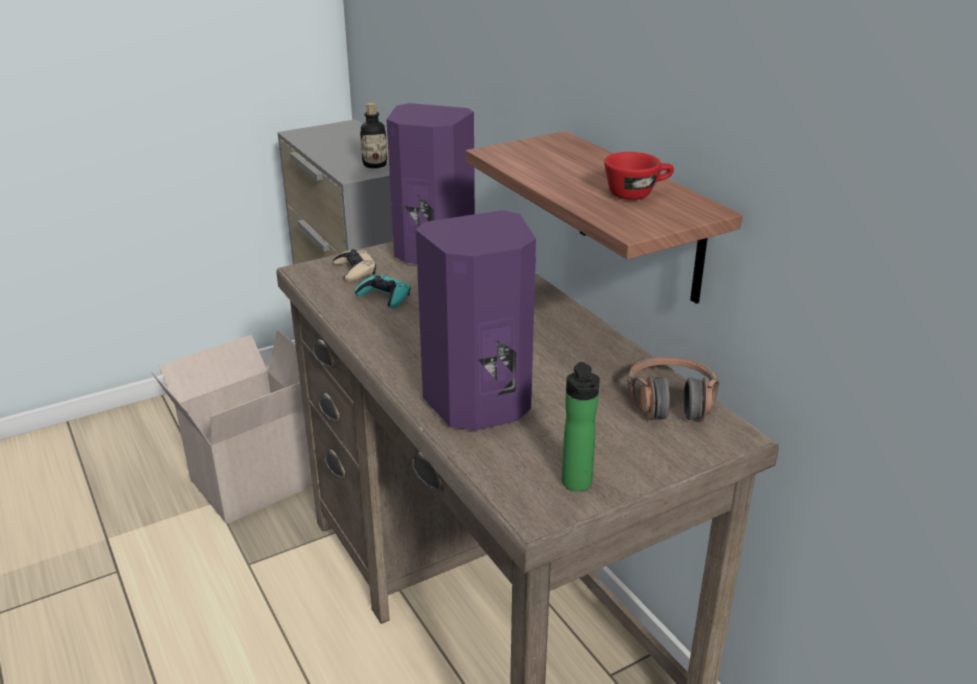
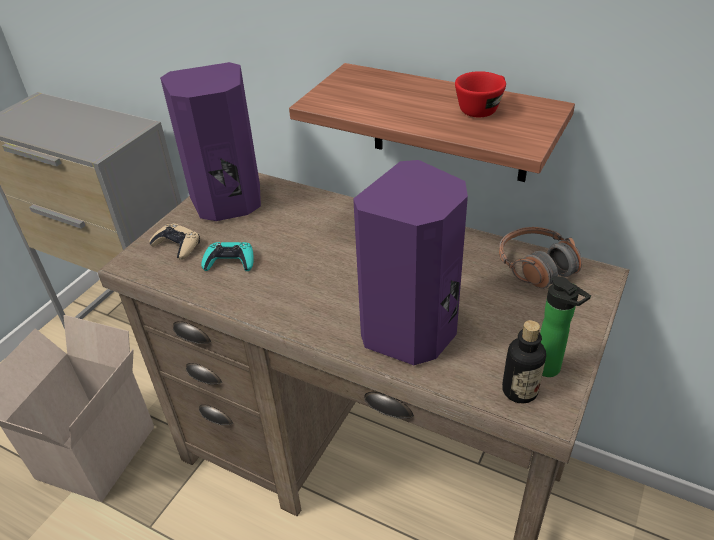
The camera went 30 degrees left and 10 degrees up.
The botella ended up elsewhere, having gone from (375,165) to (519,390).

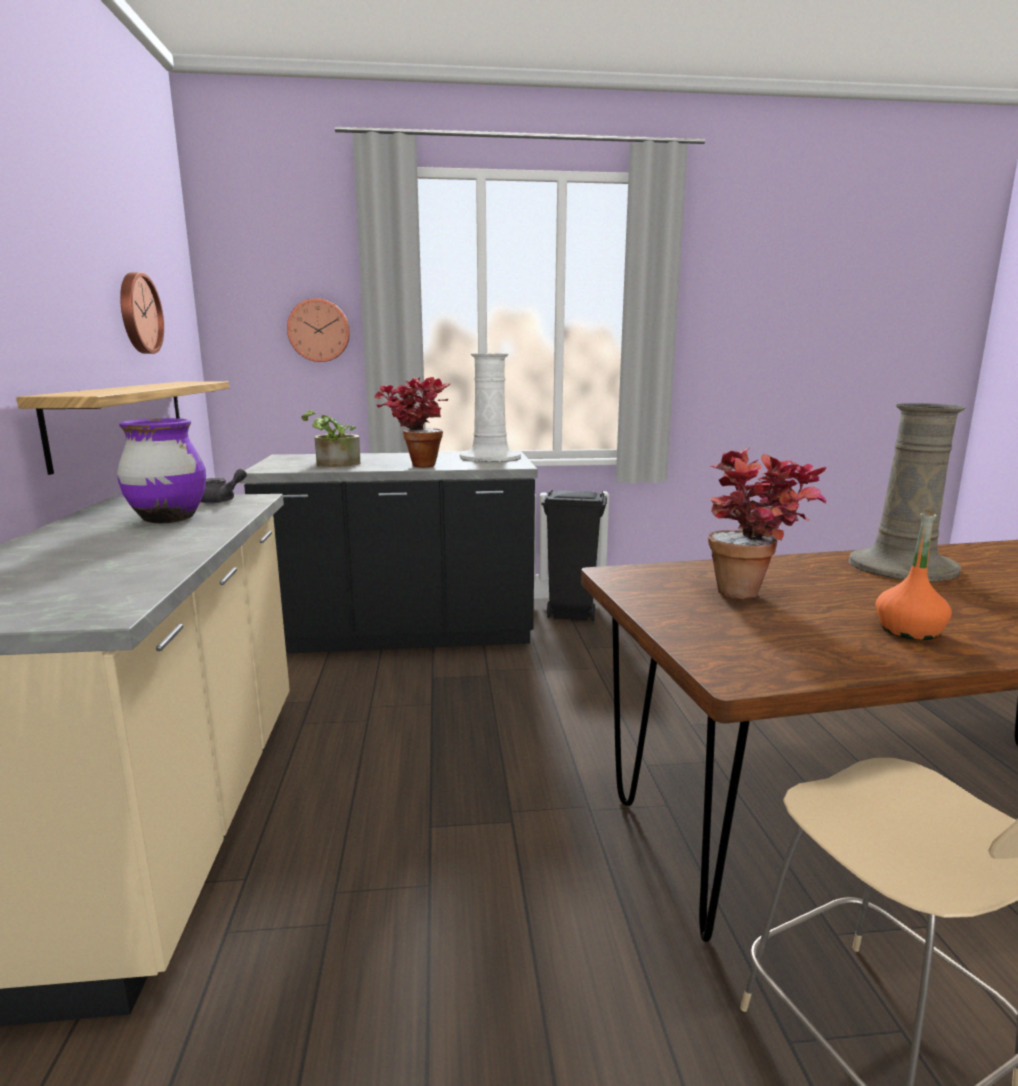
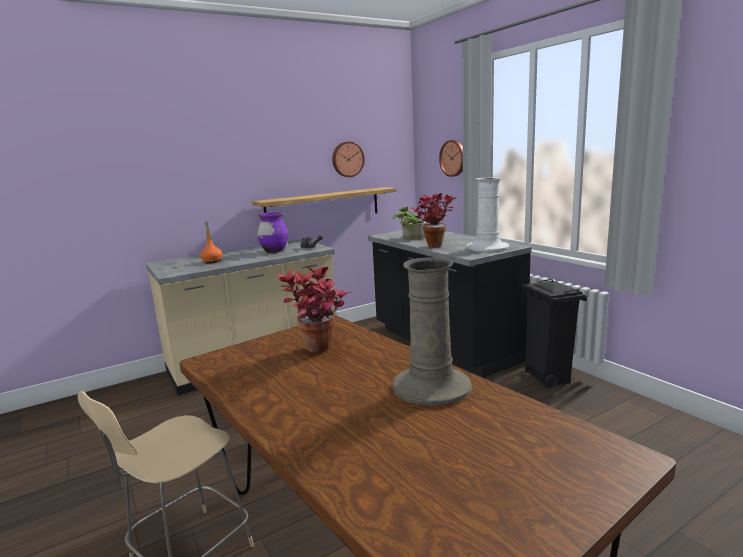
The camera went 65 degrees right and 0 degrees up.
The botella (naranja) ended up elsewhere, having gone from (908,631) to (212,261).

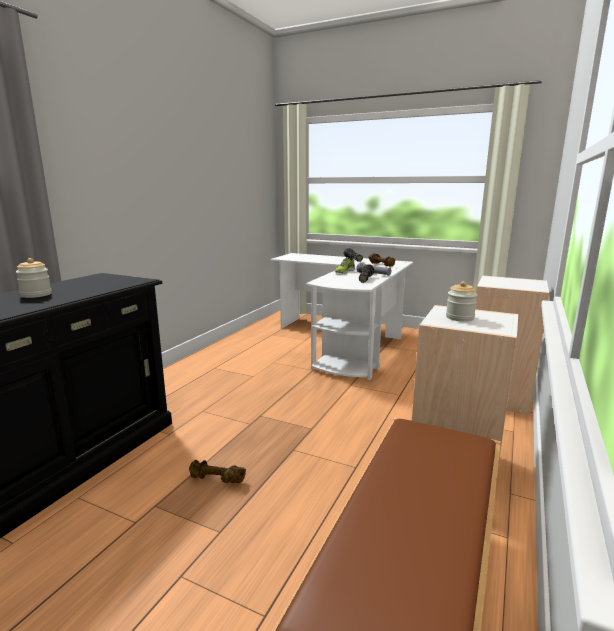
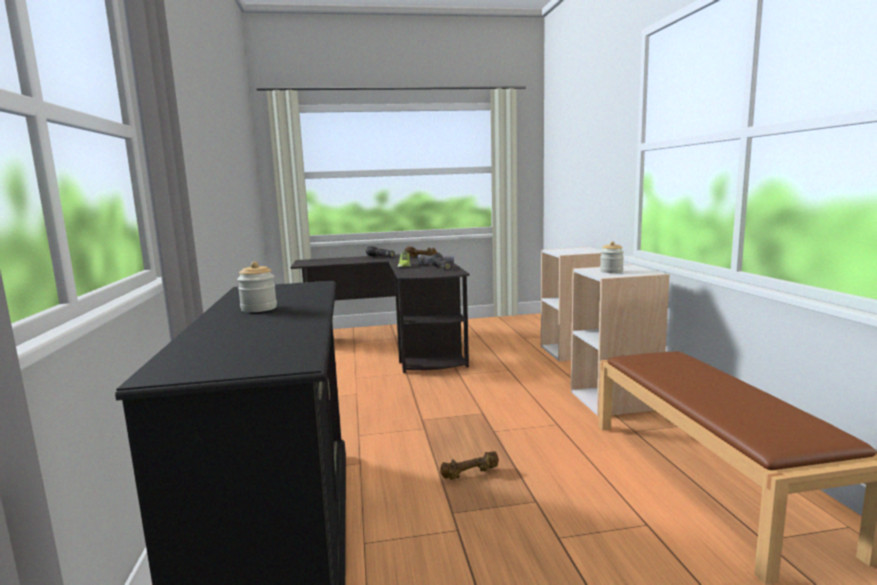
The camera went 35 degrees left and 5 degrees down.
What was the escritorio (blanco) at (345,341) turned into the escritorio (negro) at (396,344).

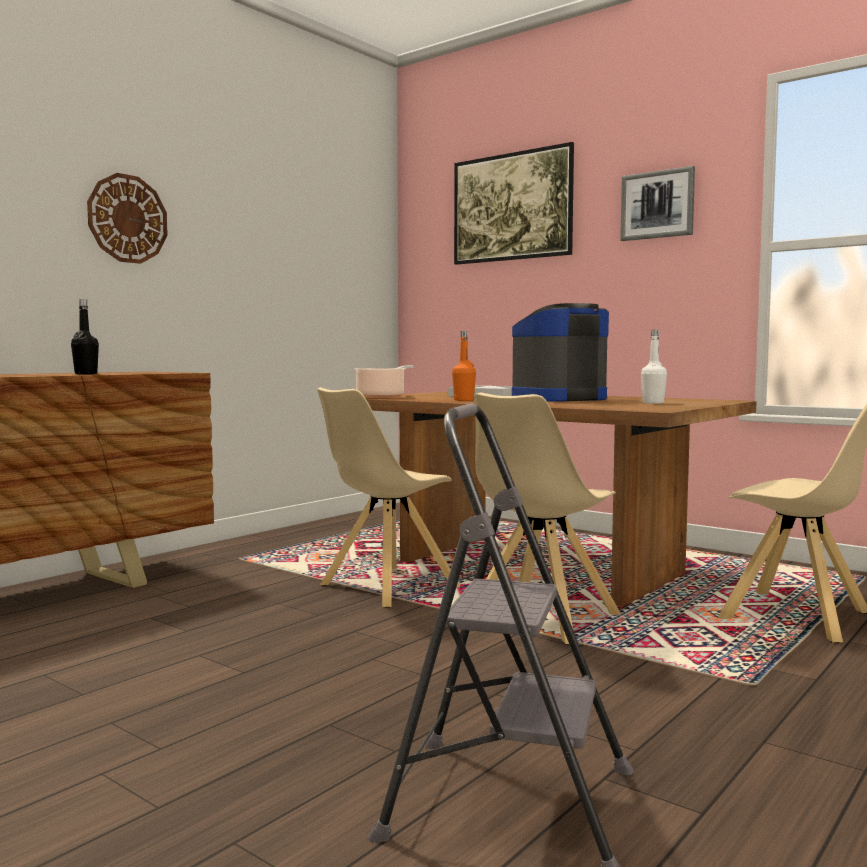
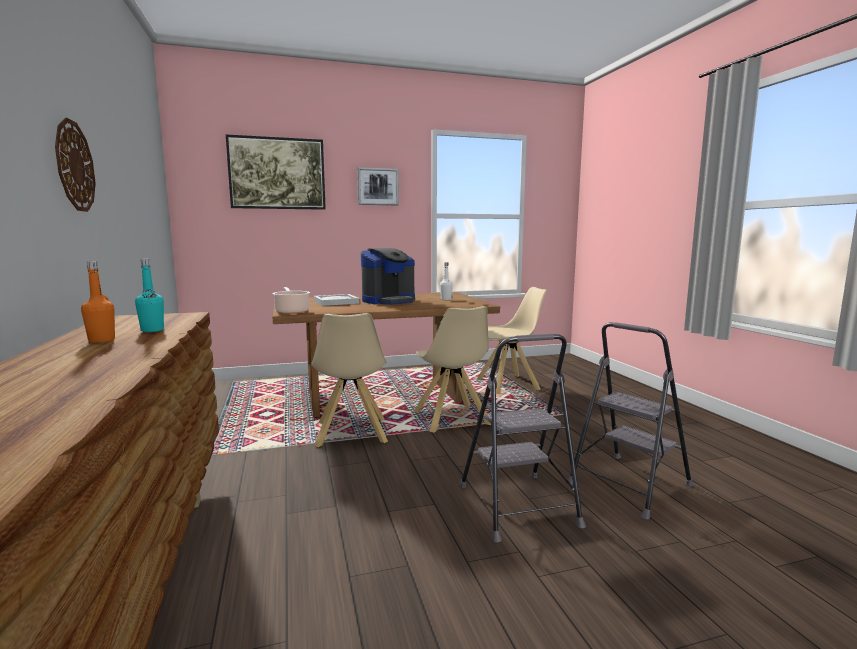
The camera went 55 degrees left and 5 degrees up.
The botella (naranja) ended up elsewhere, having gone from (463,400) to (101,340).
What was the botella (negro) at (86,374) turned into the botella (turquesa) at (152,330).
The cafetera at (557,399) ended up facing another way, 135 degrees counterclockwise from before.
The second view gained the escalera de tijera (gris) at (518,506).

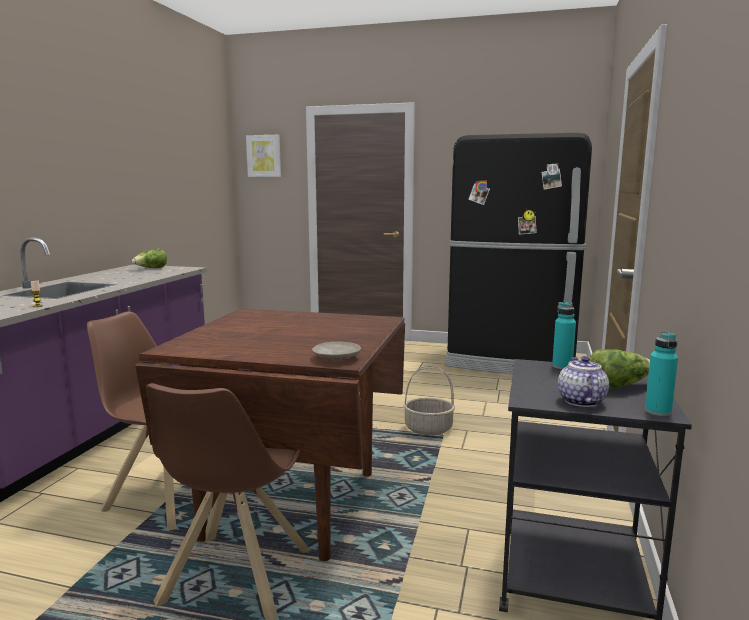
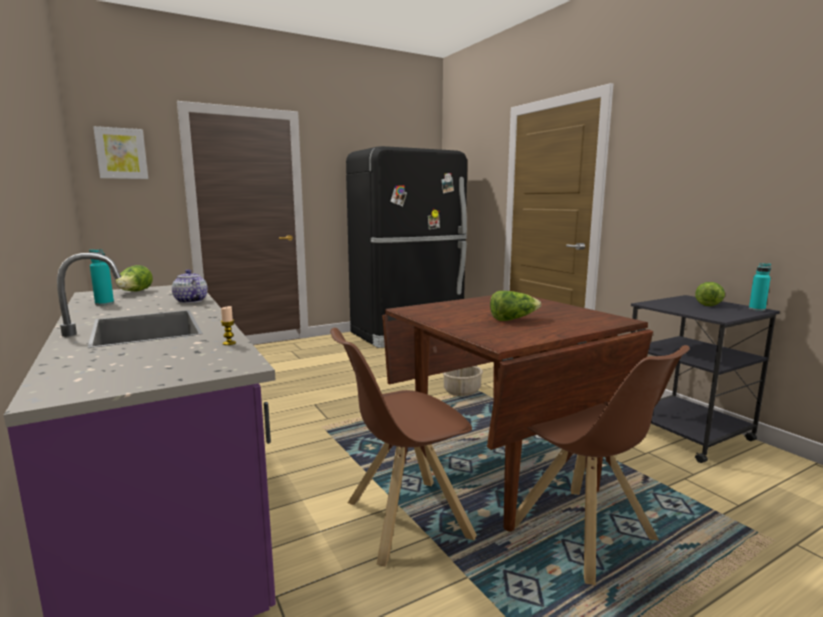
The camera went 45 degrees left and 0 degrees up.
The botella (turquesa) ended up elsewhere, having gone from (562,366) to (104,304).
The tetera ended up elsewhere, having gone from (580,401) to (190,301).
The second view gained the lechuga at (513,319).
The second view lost the plato (beis) at (336,358).

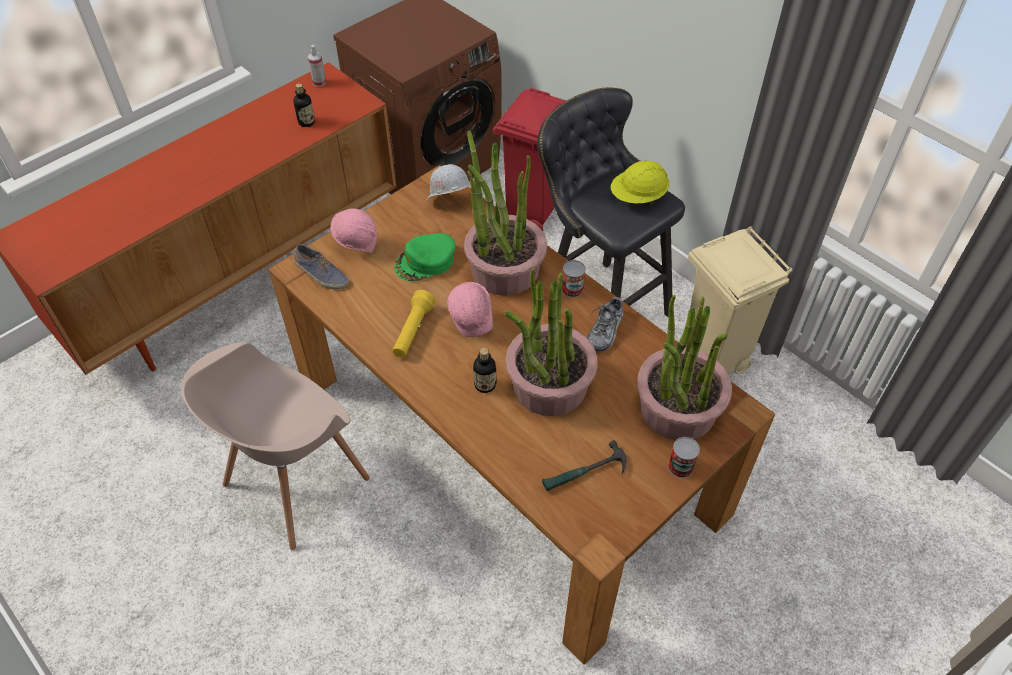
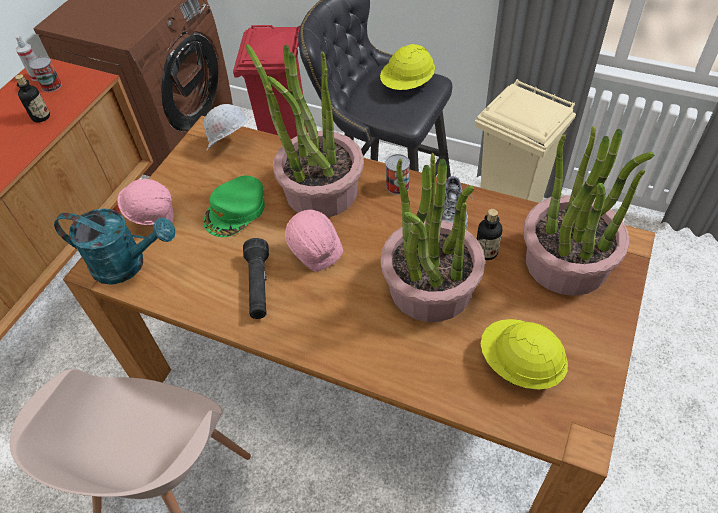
The camera went 20 degrees left and 0 degrees up.
The lata ended up elsewhere, having gone from (681,466) to (51,85).
Where the zapato stood at (321,275), the regadera (turquesa) came to stand at (128,264).
What was the linterna (amarillo) at (413,331) turned into the linterna (negro) at (259,286).
The botella ended up elsewhere, having gone from (485,385) to (486,252).
Where the martillo stood at (585,473), the casco (amarillo) came to stand at (519,365).

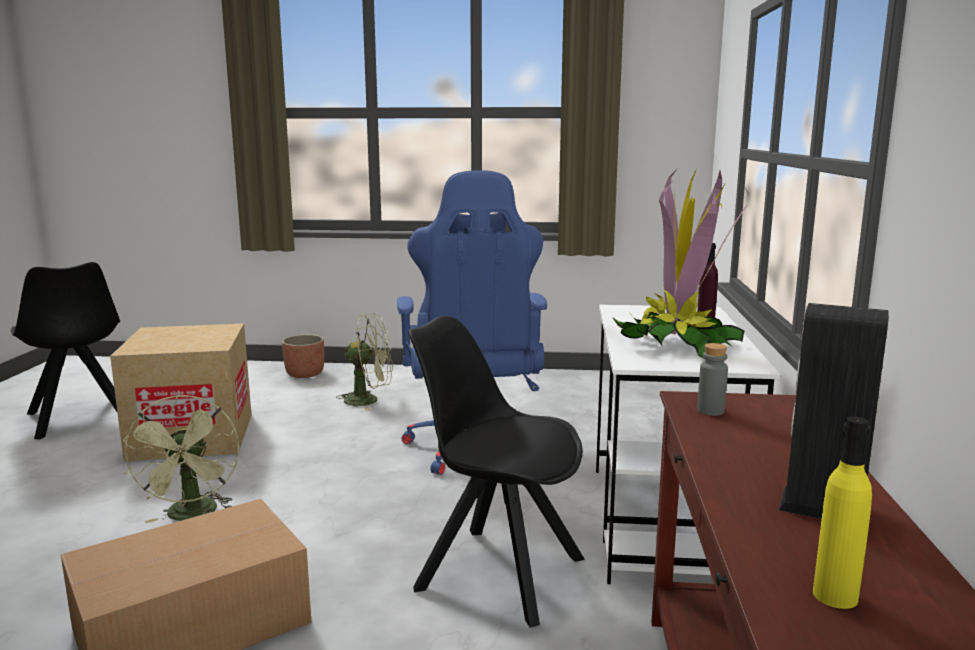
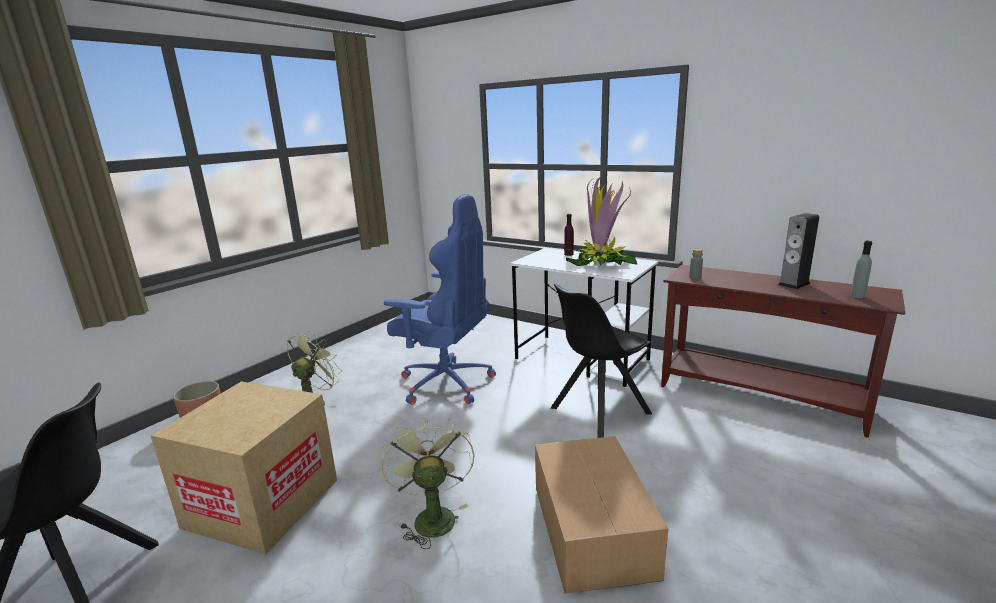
The camera went 60 degrees left and 5 degrees up.
The ventilador (verde) at (192,516) ended up facing another way, 120 degrees counterclockwise from before.
What was the botella (amarillo) at (835,596) turned into the botella (gris) at (857,296).

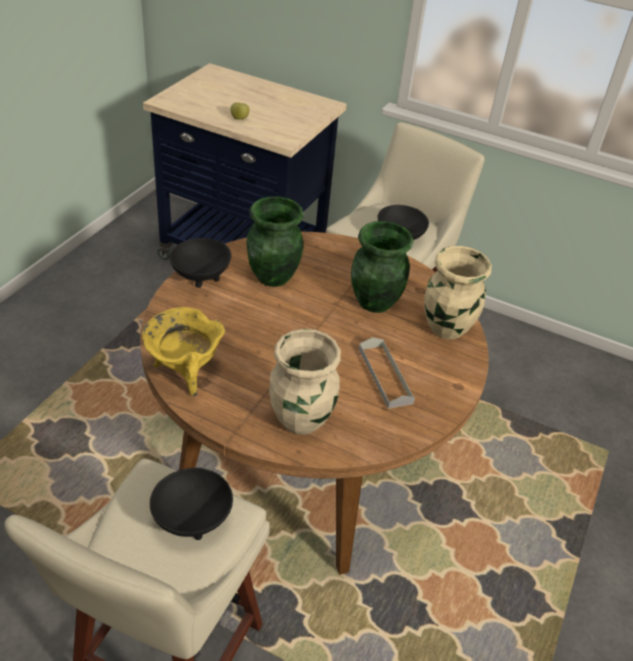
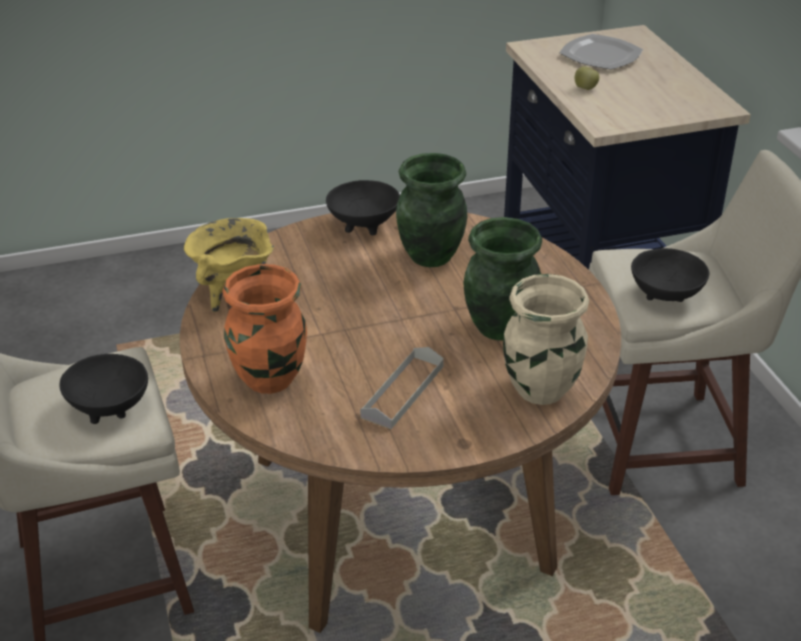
The camera went 50 degrees right and 5 degrees down.
What was the florero (beis) at (302,420) turned into the florero (naranja) at (269,379).
The second view gained the plato at (601,56).

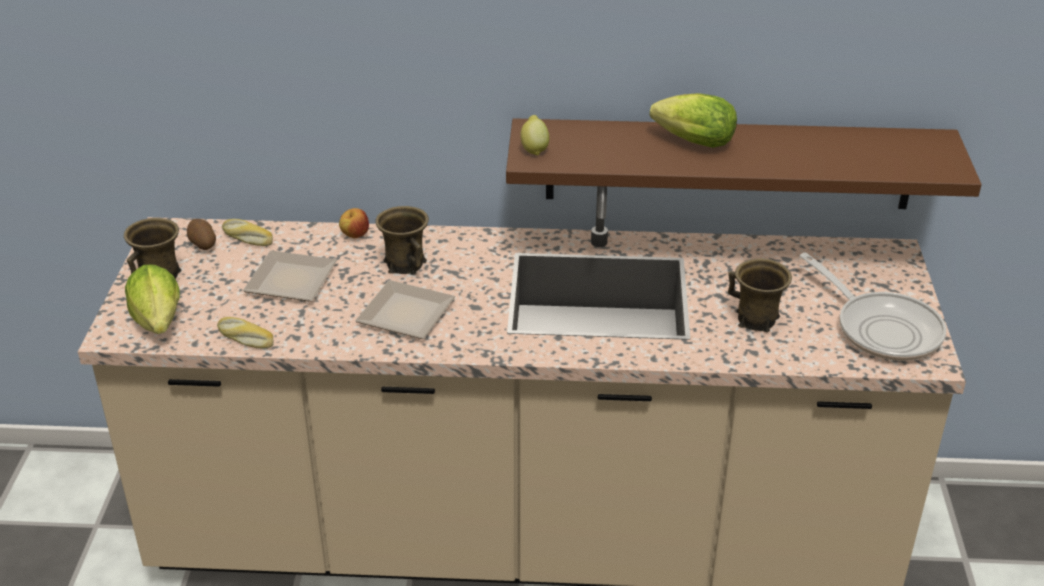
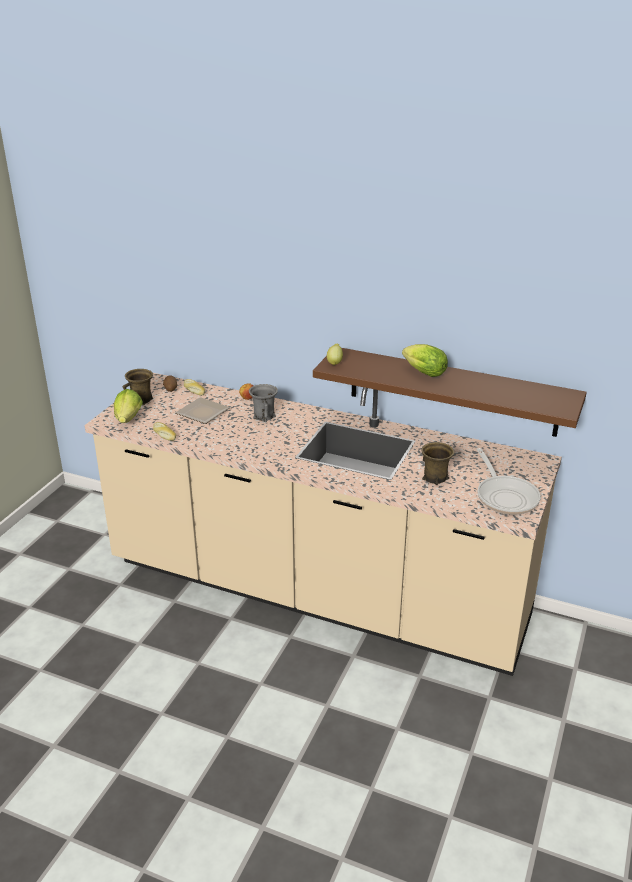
The camera went 20 degrees right and 5 degrees down.
What was the taza grande (marrón) at (405,264) turned into the taza grande (gris) at (264,416).
The second view lost the plato at (407,316).

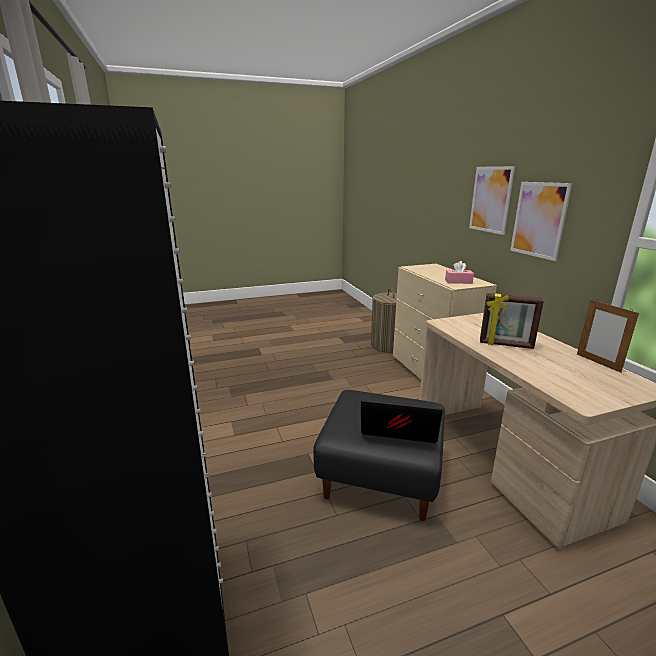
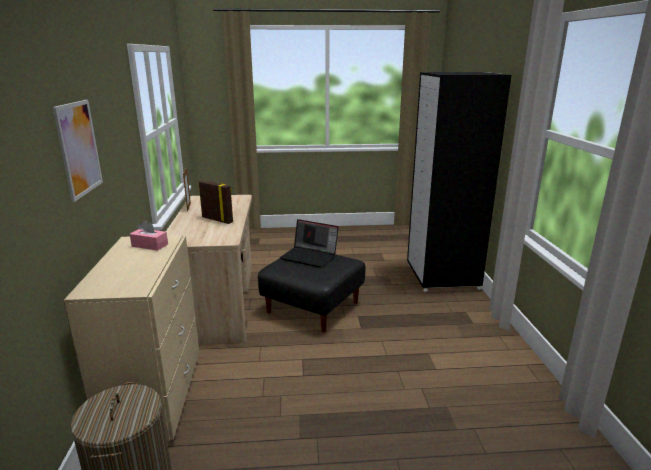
The camera went 165 degrees left and 0 degrees up.
The second view lost the cuadro at (539,220).

